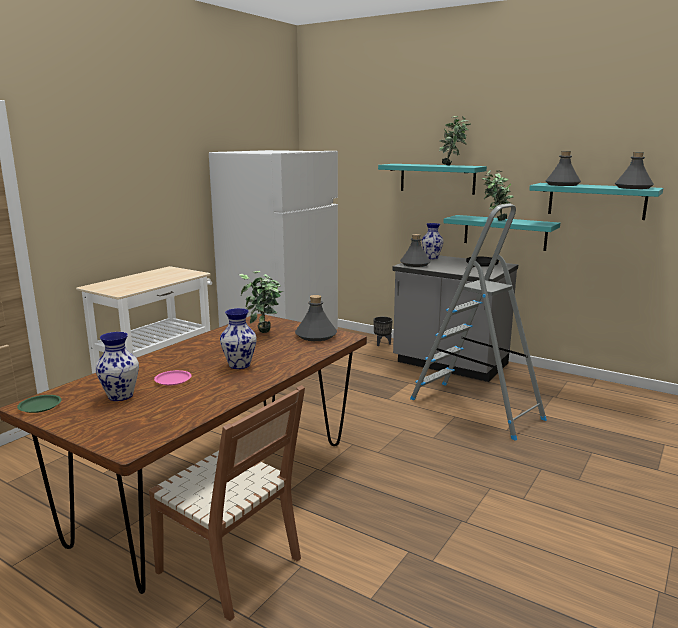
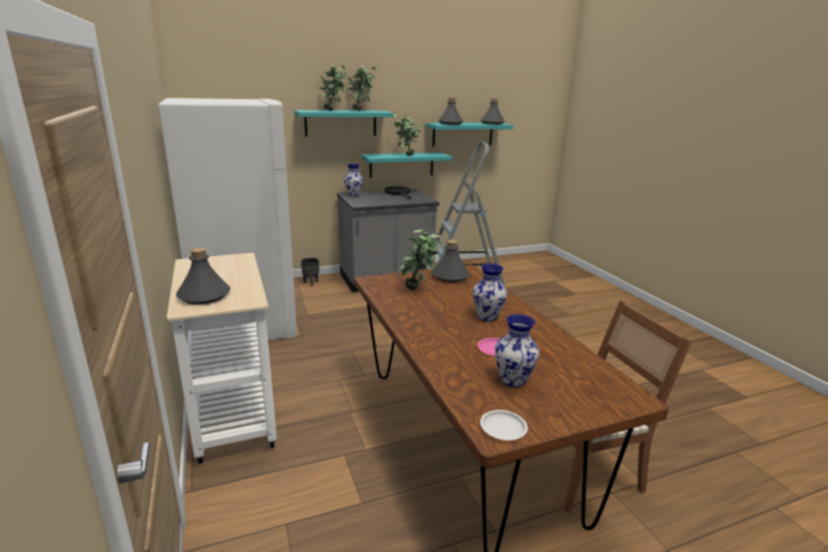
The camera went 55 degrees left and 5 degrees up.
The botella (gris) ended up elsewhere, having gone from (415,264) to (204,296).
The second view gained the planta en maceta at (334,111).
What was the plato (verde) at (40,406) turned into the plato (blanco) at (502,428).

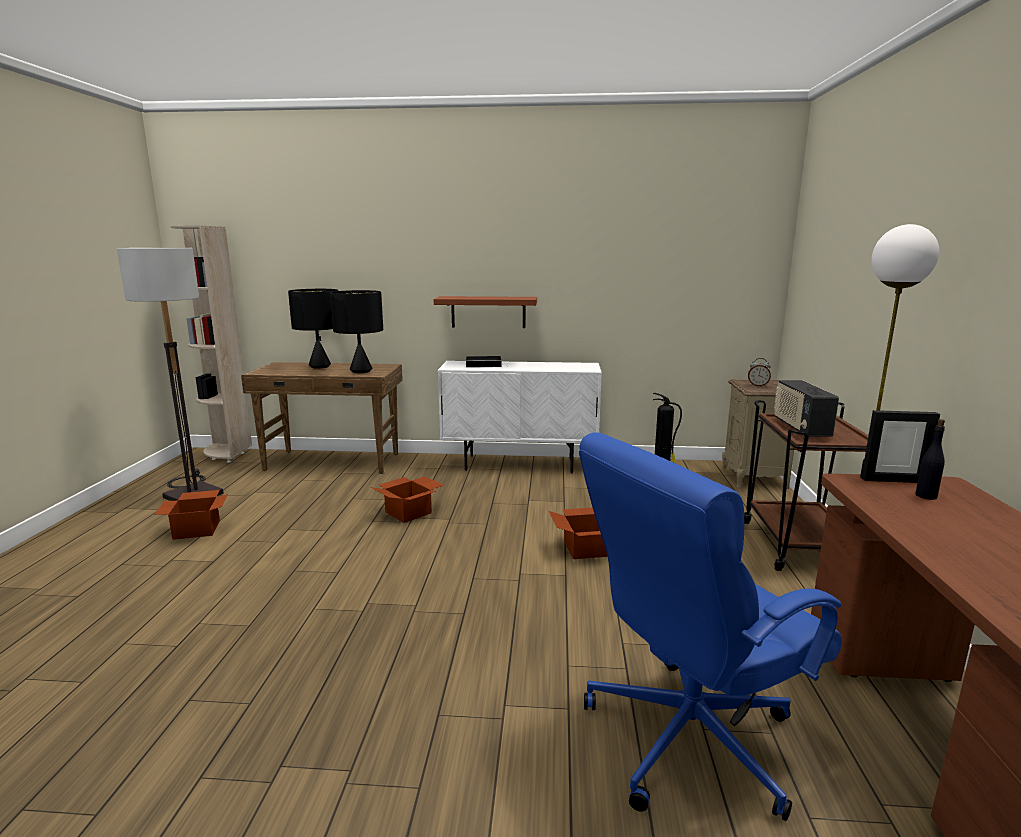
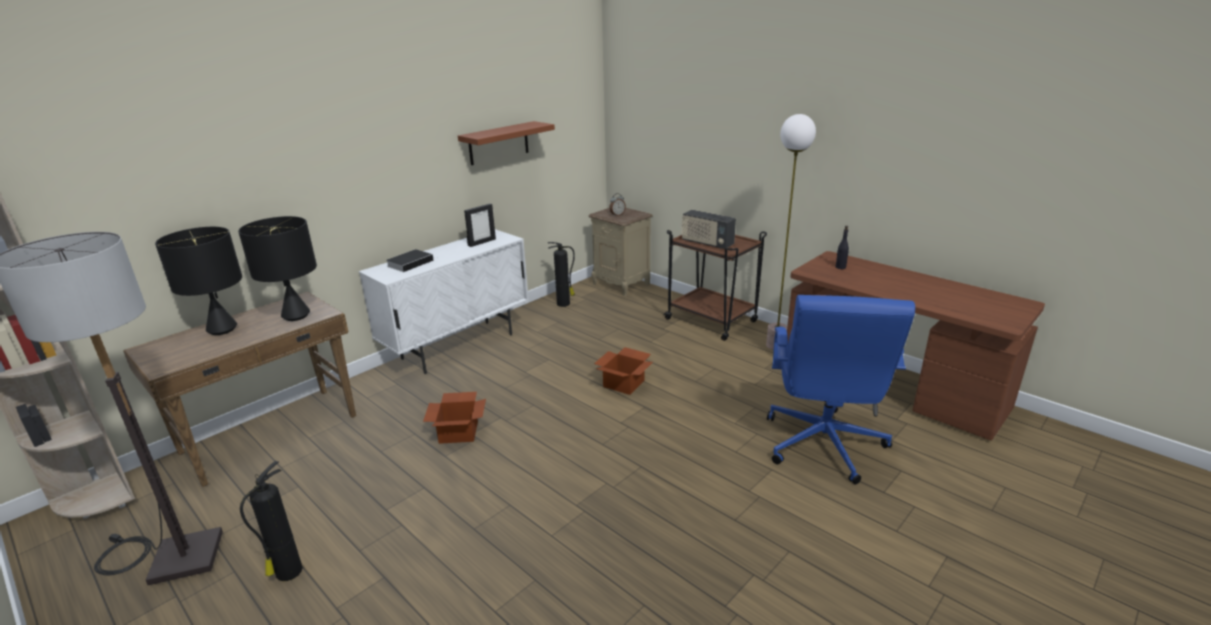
The camera went 50 degrees left and 10 degrees up.
Where the caja de cartón stood at (198,529), the extintor came to stand at (288,573).
The estante (marrón) ended up elsewhere, having gone from (488,312) to (498,143).
The portarretratos ended up elsewhere, having gone from (892,480) to (482,242).

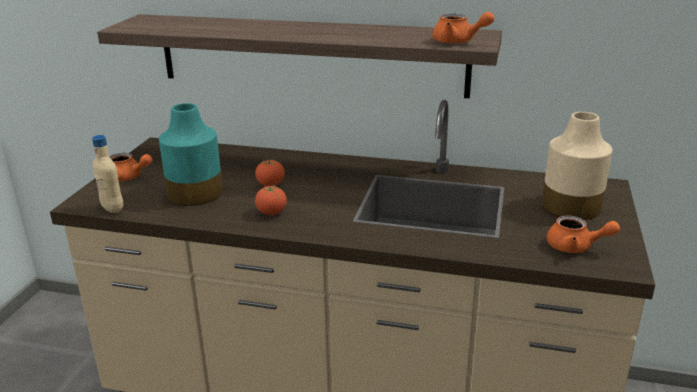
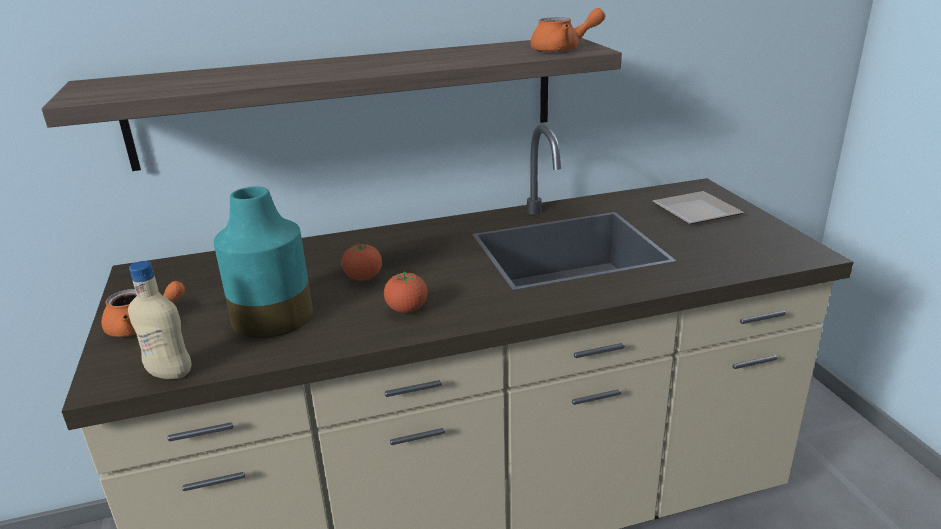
The camera went 30 degrees left and 0 degrees up.
Where the florero (beis) stood at (570,206), the plato came to stand at (695,213).
The second view lost the tetera (naranja) at (575,247).

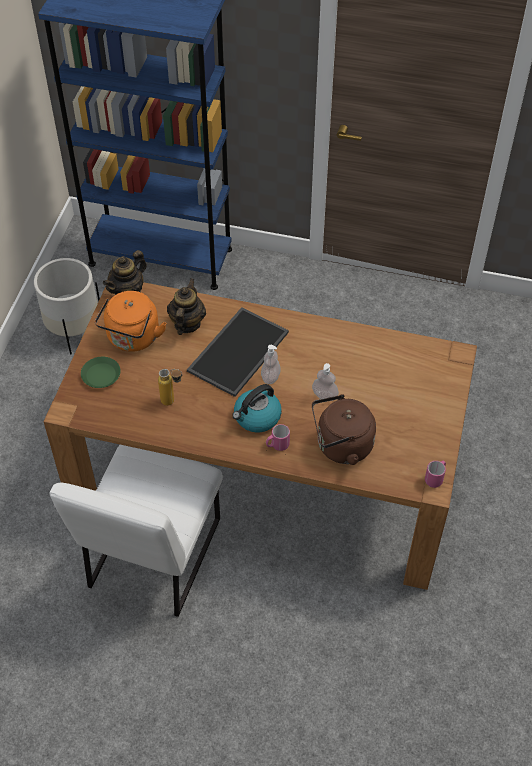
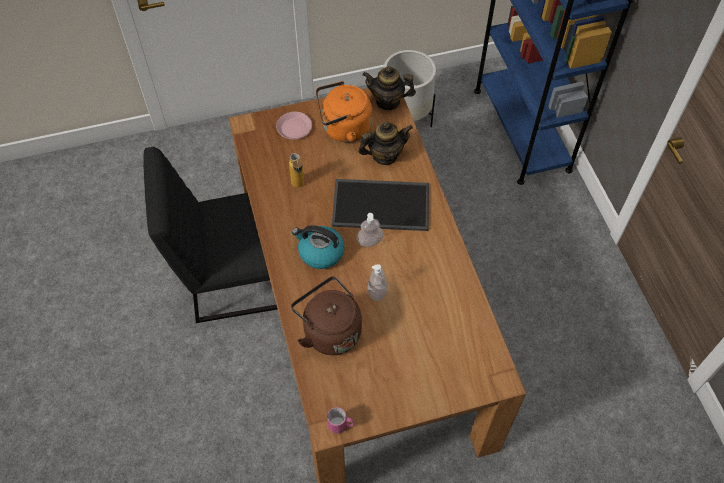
The camera went 60 degrees right and 5 degrees up.
What was the silla (blanco) at (152,555) turned into the silla (negro) at (238,277).
What was the plato (verde) at (101,375) turned into the plato (rosa) at (294,128).
The second view lost the taza grande (rosa) at (277,445).

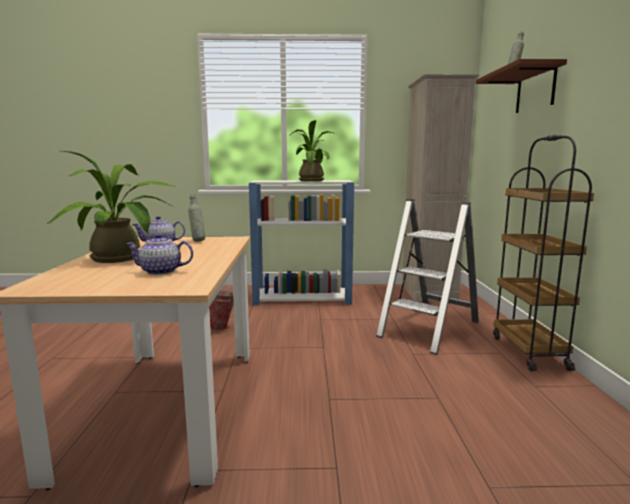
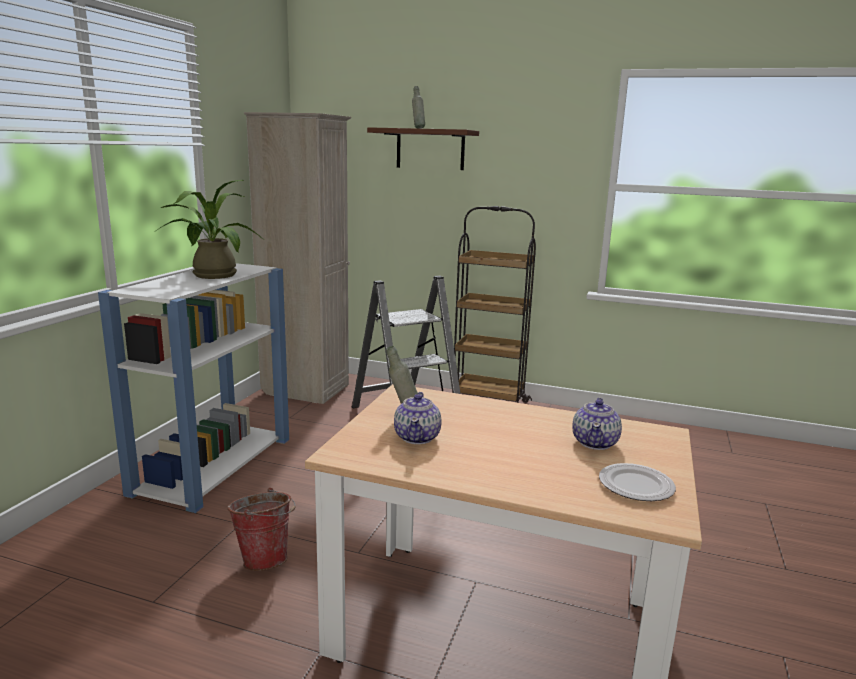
The camera went 70 degrees left and 5 degrees up.
The second view gained the plato at (636,486).
The second view lost the planta en maceta at (122,259).

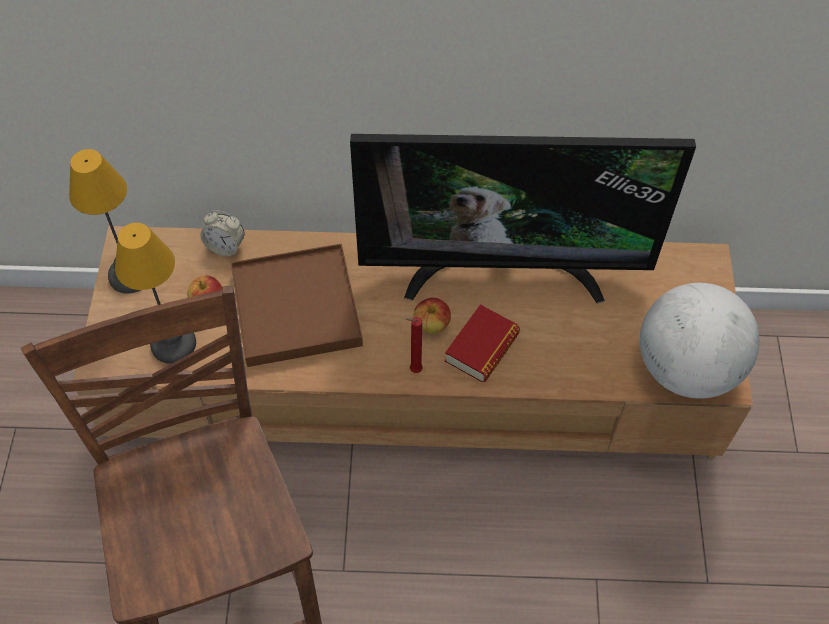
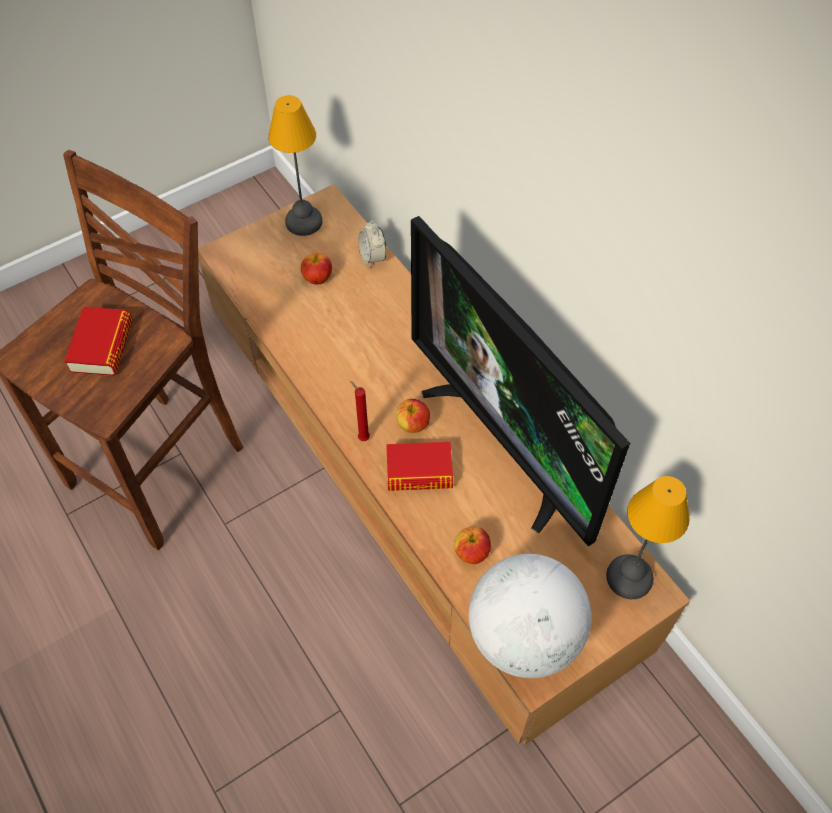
The camera went 55 degrees right and 0 degrees up.
The second view gained the libro at (102,346).
The second view gained the manzana at (472,552).
The lámpara de mesa ended up elsewhere, having gone from (173,345) to (628,578).
The second view lost the bandeja (marrón) at (296,308).

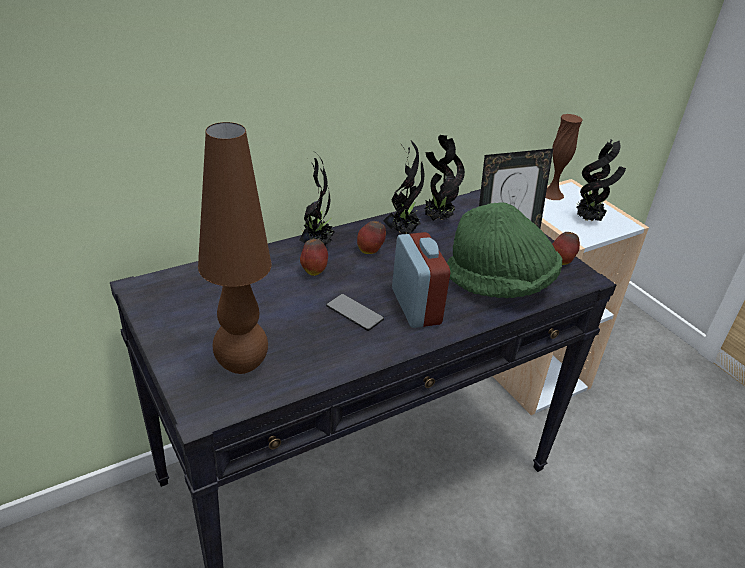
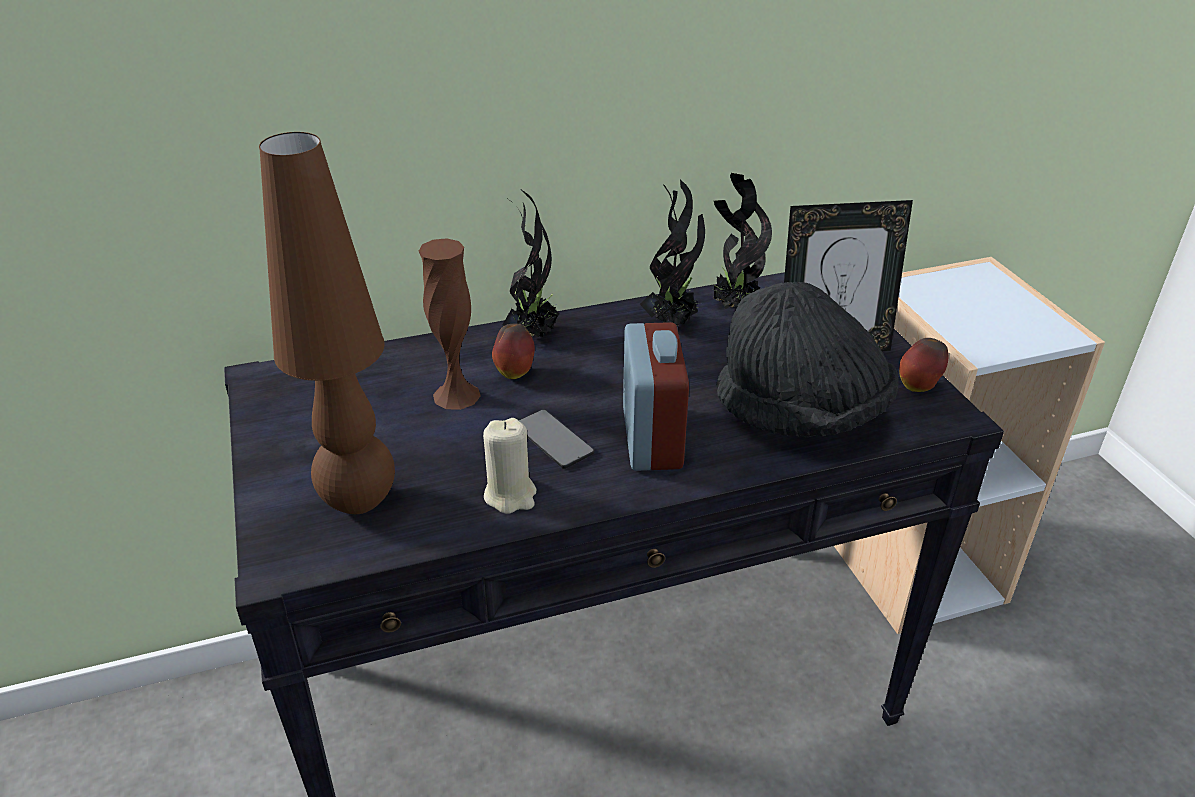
The camera went 15 degrees right and 0 degrees up.
The florero (marrón) ended up elsewhere, having gone from (552,194) to (456,395).
The second view gained the vela (beis) at (510,495).
What was the sombrero (verde) at (499,283) turned into the sombrero (negro) at (800,414).
The second view lost the manzana at (370,251).
The second view lost the planta en maceta at (588,220).

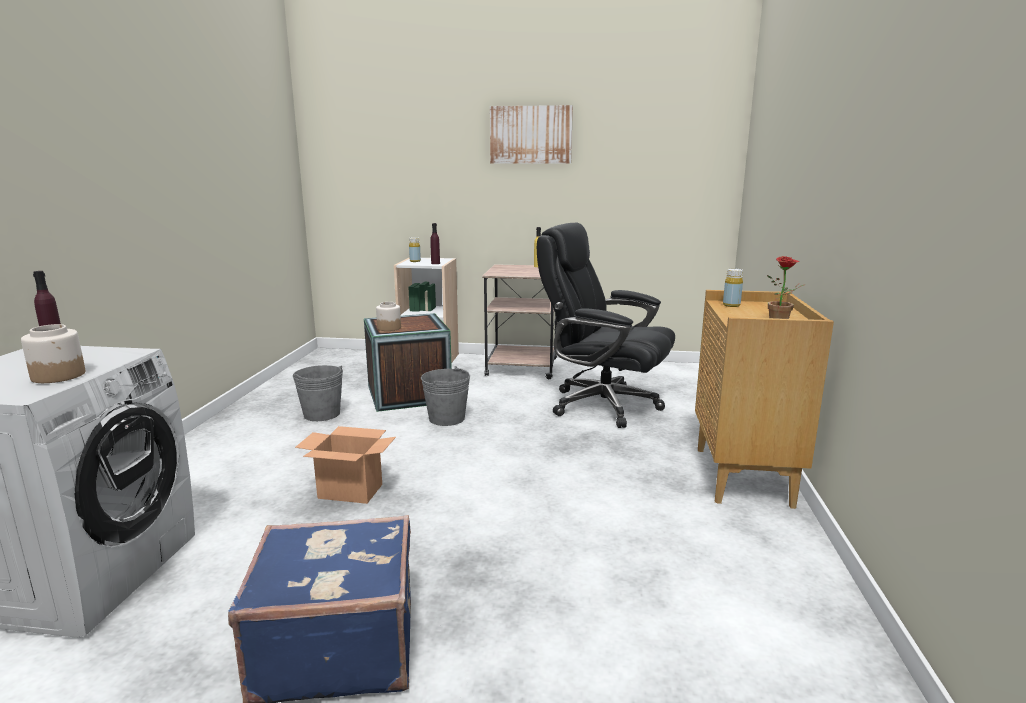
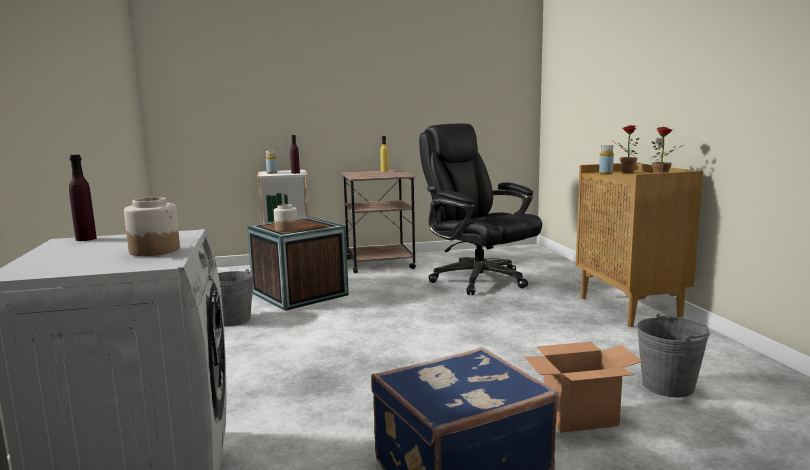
The camera went 20 degrees left and 5 degrees down.
The silla de oficina (negro) at (604,405) ended up facing another way, 45 degrees clockwise from before.
The caja de cartón ended up elsewhere, having gone from (349,491) to (579,418).
The second view gained the planta en maceta at (624,172).
The cubo (gris) ended up elsewhere, having gone from (447,418) to (668,386).
The second view lost the cuadro at (531,135).

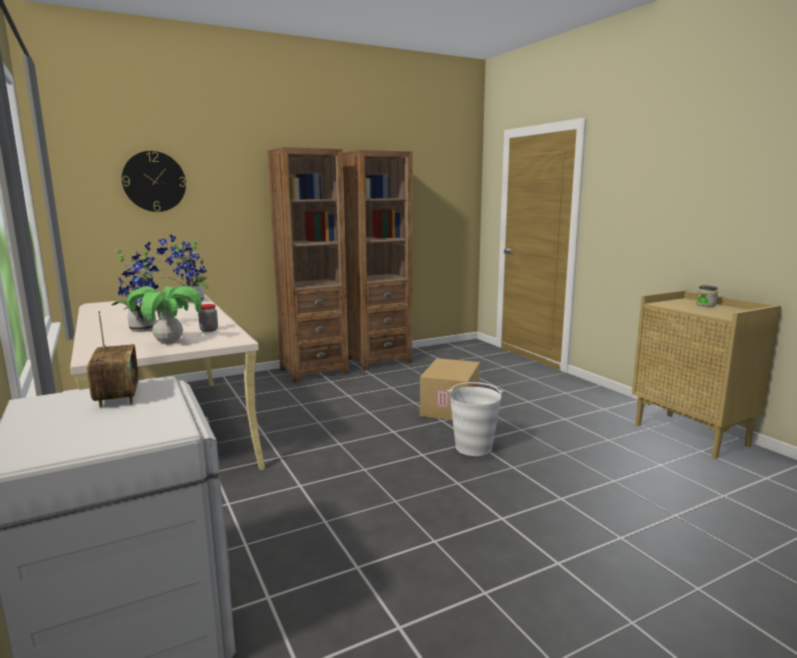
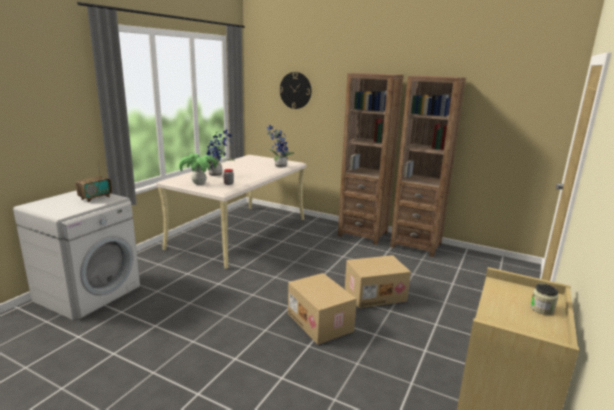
The camera went 55 degrees right and 5 degrees up.
Where the cubo (blanco) stood at (473,447), the caja de cartón came to stand at (321,322).

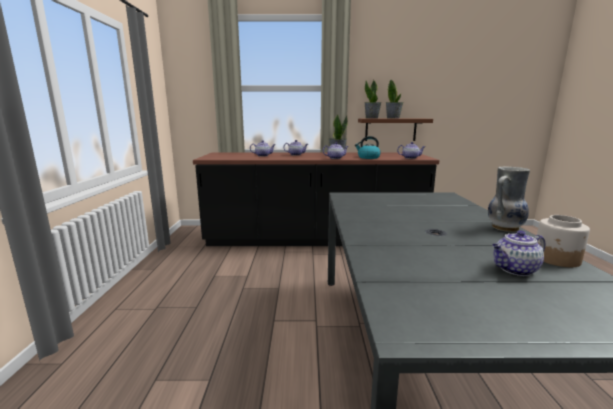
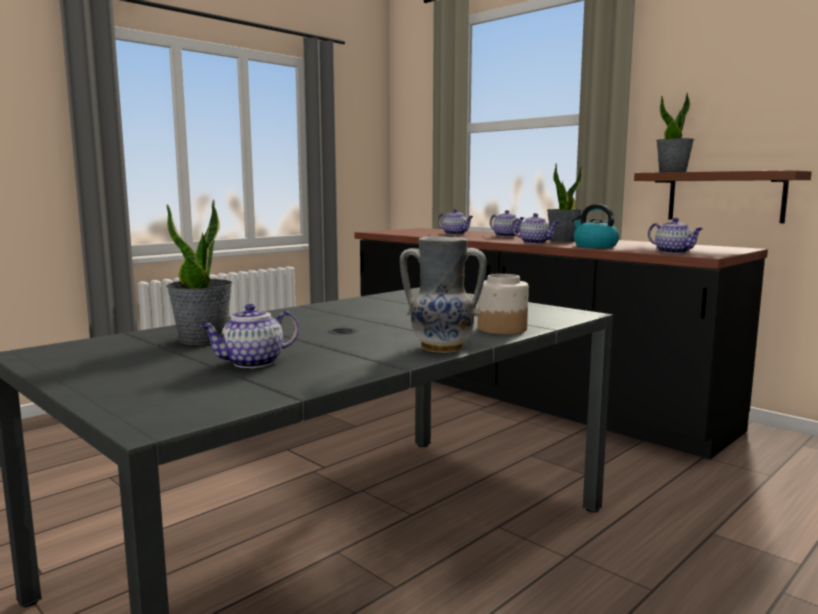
The camera went 45 degrees right and 5 degrees down.
The planta en maceta ended up elsewhere, having gone from (393,118) to (203,339).
The tetera at (514,270) ended up facing another way, 60 degrees counterclockwise from before.
The tarro ended up elsewhere, having gone from (556,259) to (501,329).

